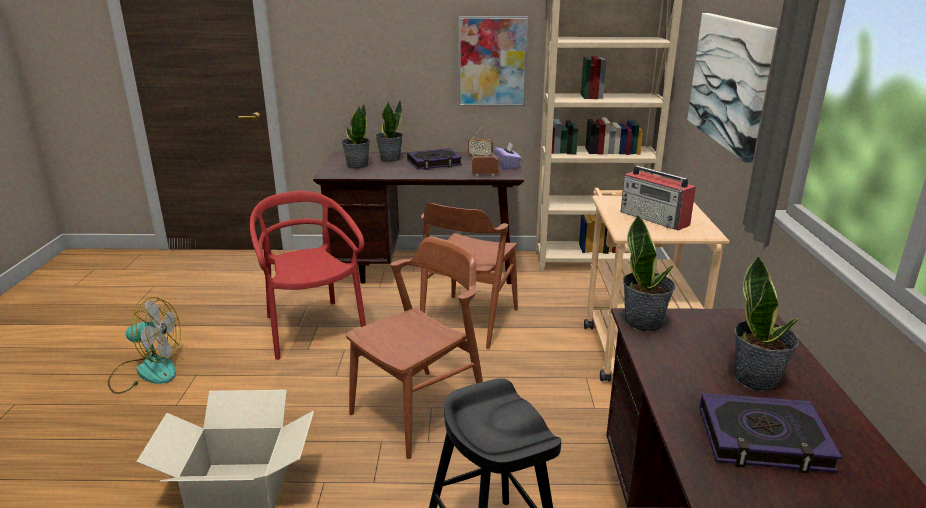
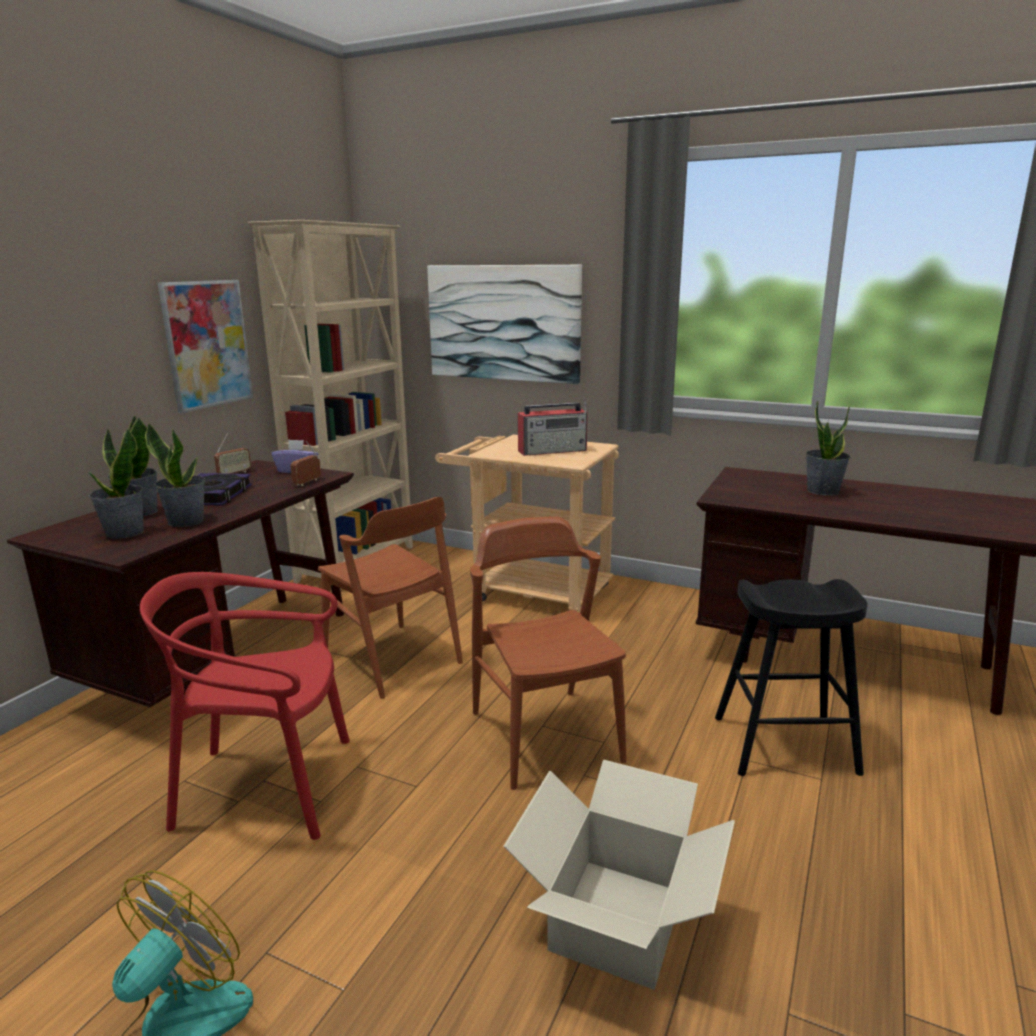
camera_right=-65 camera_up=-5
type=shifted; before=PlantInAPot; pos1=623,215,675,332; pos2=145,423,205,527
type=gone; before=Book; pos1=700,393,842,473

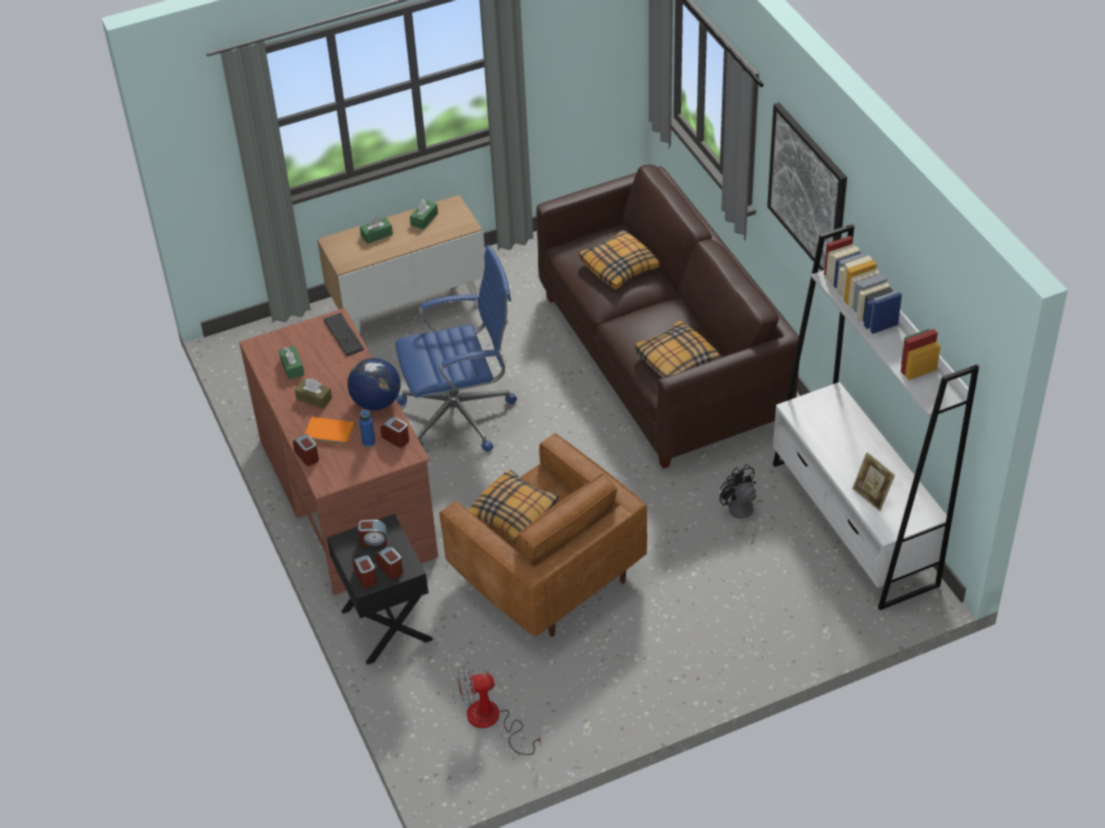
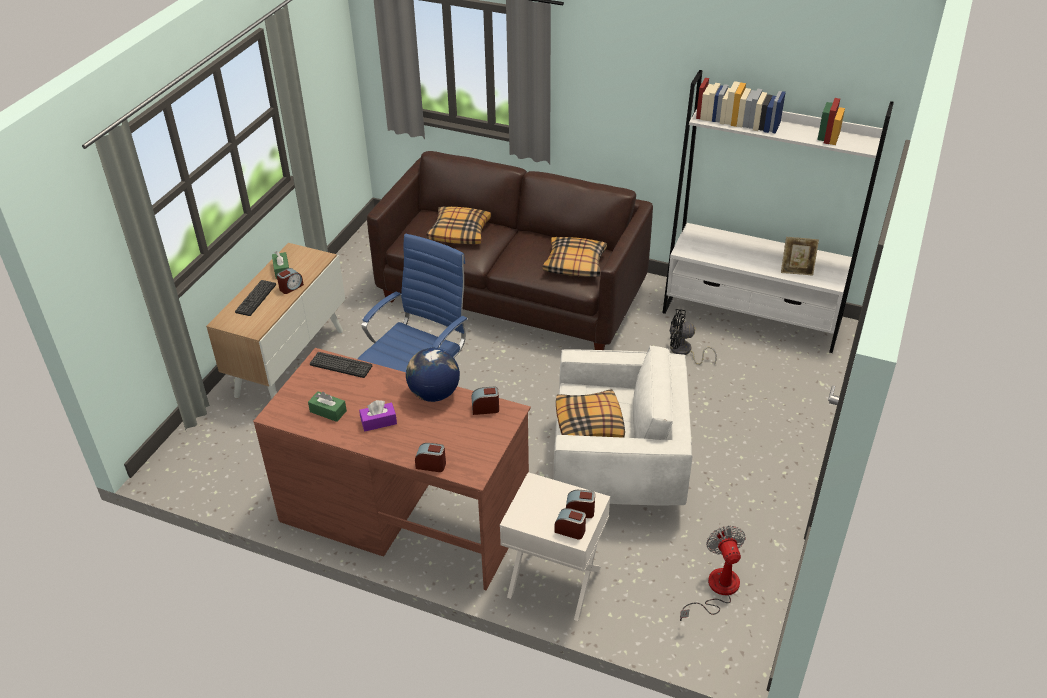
camera_right=-45 camera_up=-5
type=swapped; before=GreenishTissueHolder; after=Keyboard; pos1=360,216,393,244; pos2=235,280,276,316
type=shifted; before=TableClock; pos1=358,520,388,546; pos2=277,268,304,294
type=repainted; before=BrownColouredTissueHolder; after=PurpleColouredTissueHolder; pos1=295,378,332,409; pos2=359,400,397,432
type=repainted; before=BlackColouredBedsideTable; after=WhiteColouredBedsideTable; pos1=327,514,433,665; pos2=500,472,610,621
type=repainted; before=BrownColouredArmchair; after=WhiteColouredArmchair; pos1=440,433,647,637; pos2=554,345,692,505
type=rotated; before=CoolingFan; pos1=458,665,541,755; pos2=680,526,746,621; turn=135
type=gone; before=OrangeyBook; pos1=304,417,355,446
type=gone; before=BluishBeverageBottle; pos1=359,410,376,447
type=gone; before=Picture; pos1=767,103,847,271

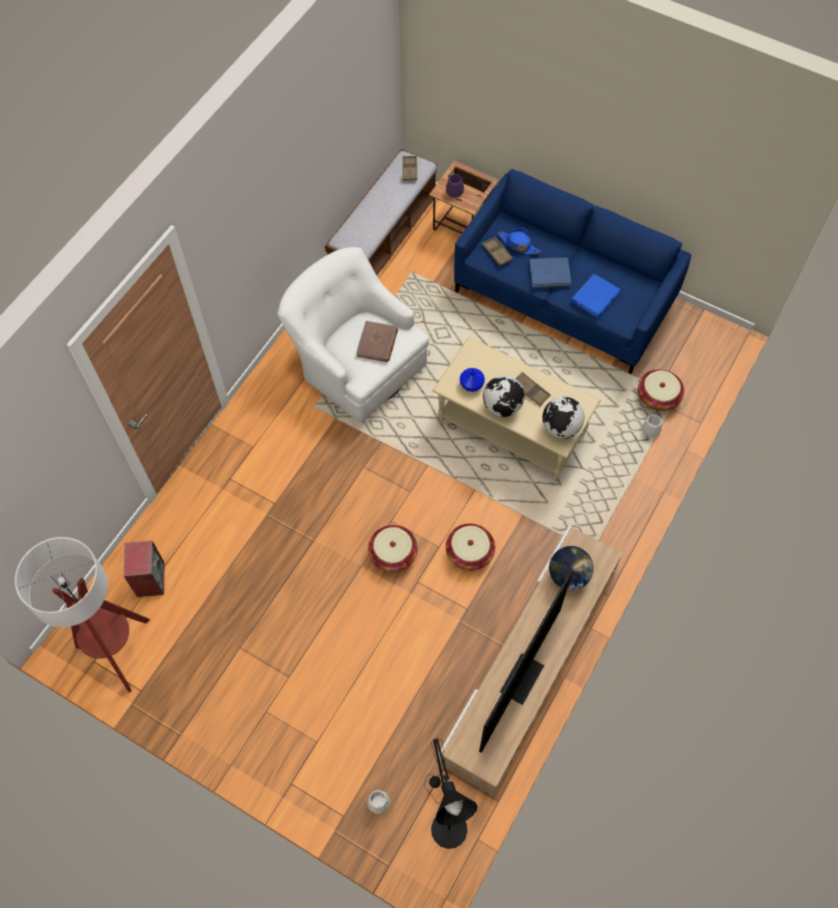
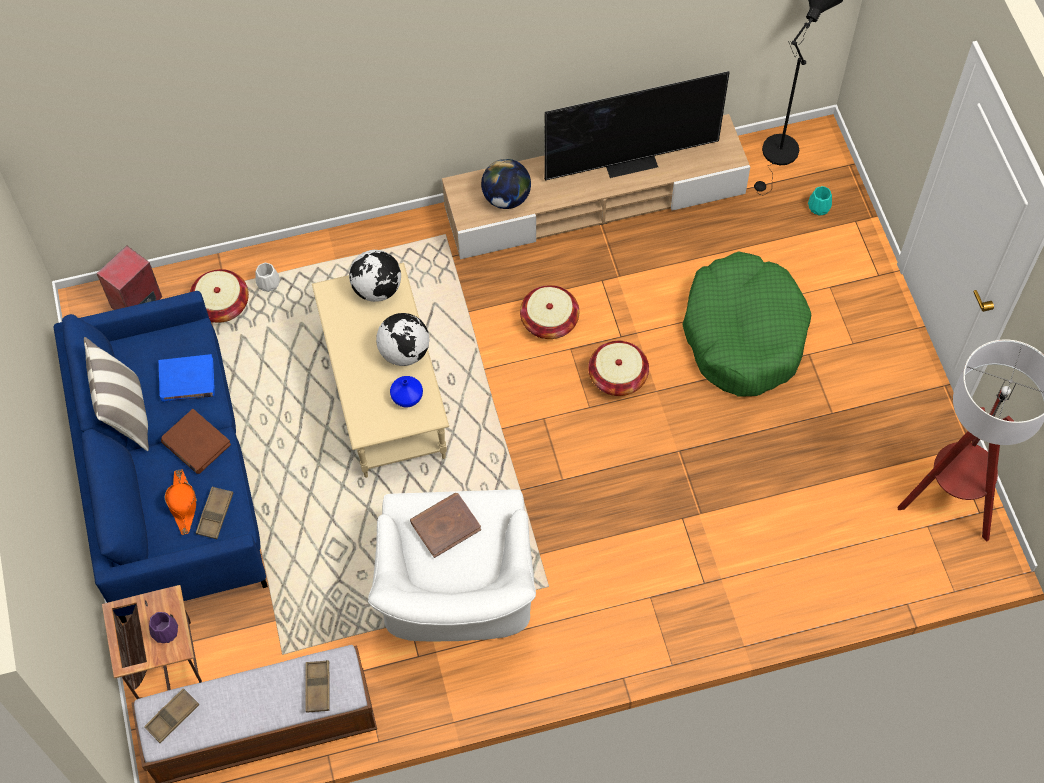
camera_right=-135 camera_up=0
type=new; after=Cushion; pos2=84,337,149,451
type=shifted; before=AudioSpeaker; pos1=124,541,164,597; pos2=97,245,162,310
type=repainted; before=BluishBook; after=BrownColouredBook; pos1=529,258,571,288; pos2=161,409,231,474
type=repainted; before=BluishHat; after=OrangeyHat; pos1=498,227,541,254; pos2=165,469,197,535
type=shifted; before=BrownColouredTray; pos1=516,372,551,406; pos2=305,660,330,713
type=new; after=GreenishPetBed; pos2=682,251,811,397
type=repainted; before=WhiteColouredDecorativeVase; after=TurquoiseDecorativeVase; pos1=367,790,390,814; pos2=808,186,832,216

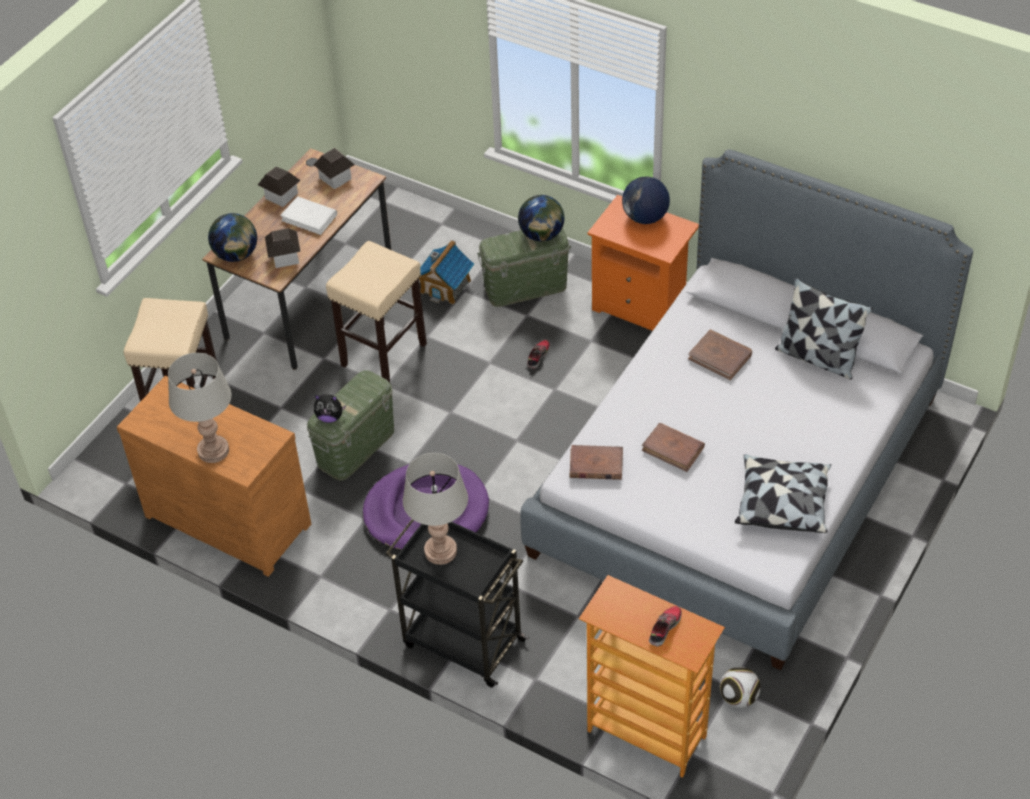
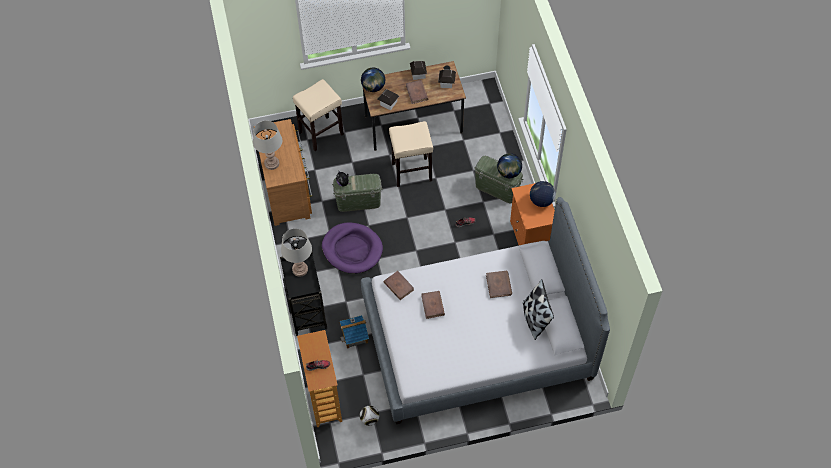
camera_right=45 camera_up=10
type=shifted; before=ModelHouse; pos1=419,240,474,304; pos2=340,315,369,348
type=repainted; before=WhiteColouredBook; after=BrownColouredBook; pos1=280,196,337,235; pos2=406,80,428,104
type=gone; before=Cushion; pos1=735,454,831,533

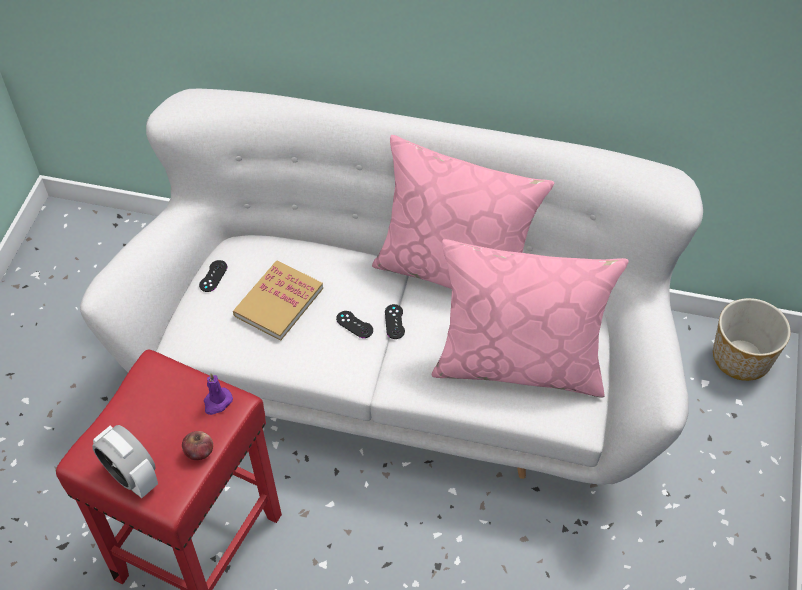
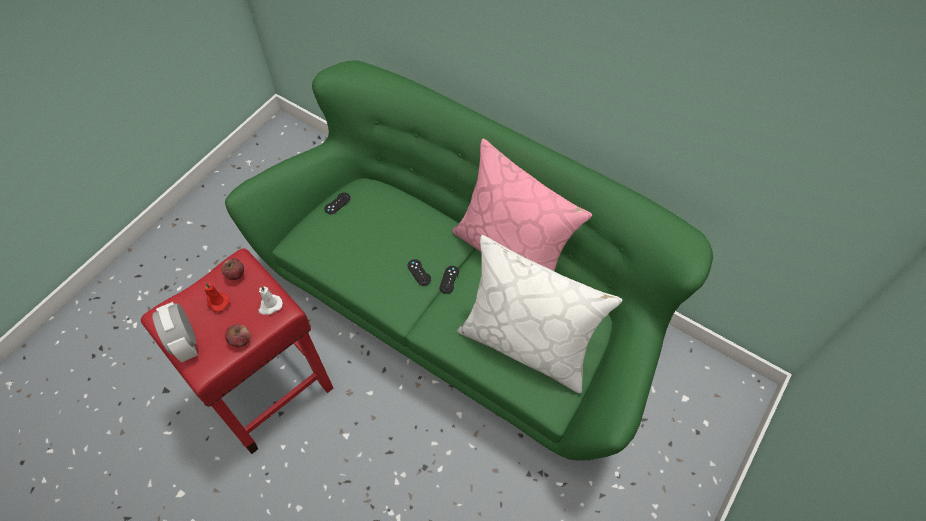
camera_right=20 camera_up=5
type=new; after=ReddishWaxLight; pos2=204,282,230,312
type=new; after=WholeApple; pos2=221,258,244,280
type=repainted; before=WhiteColouredSofa; after=GreenishSofa; pos1=80,89,703,485; pos2=225,60,713,461
type=repainted; before=PurpleColouredWaxLight; after=WhiteColouredWaxLight; pos1=204,373,233,415; pos2=258,285,283,315
type=repainted; before=PinkColouredCushion; after=WhiteColouredCushion; pos1=431,239,629,397; pos2=457,235,622,394
type=gone; before=Book; pos1=233,260,323,341
type=gone; before=Planter; pos1=713,298,791,381

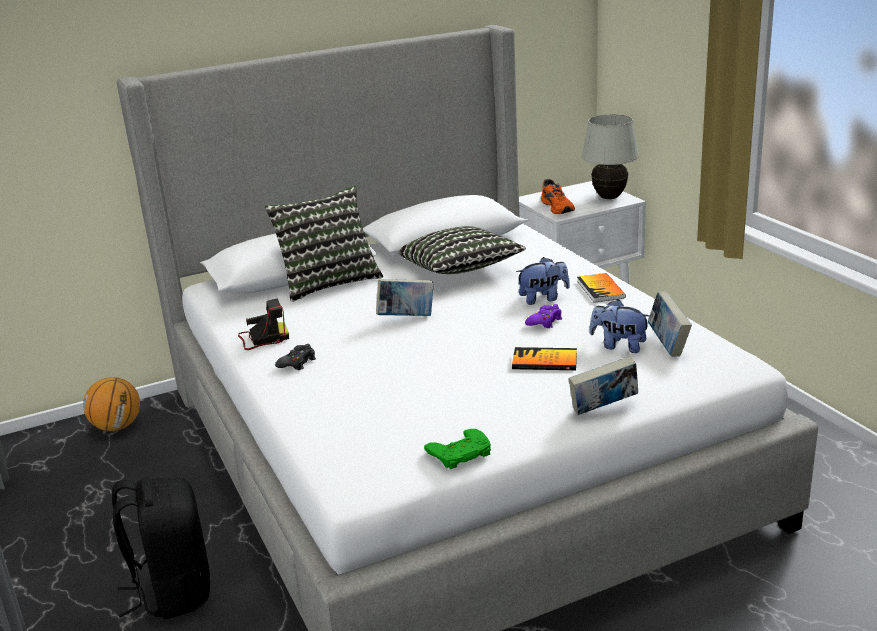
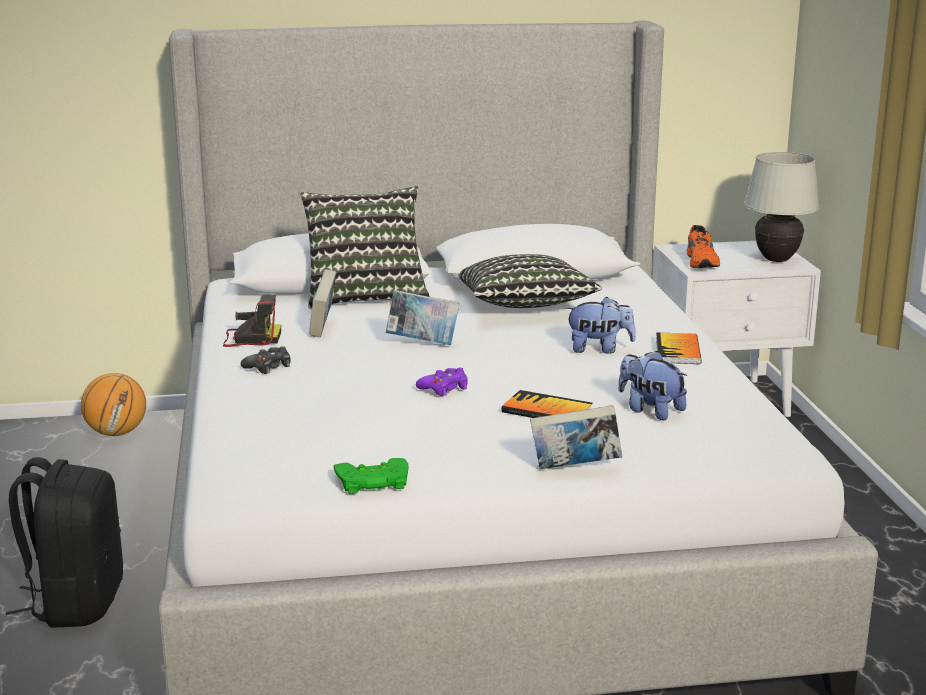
camera_right=15 camera_up=-5
type=shifted; before=Book; pos1=648,291,692,357; pos2=309,269,337,337
type=shifted; before=PurpleColouredGameController; pos1=525,304,562,328; pos2=416,368,468,396

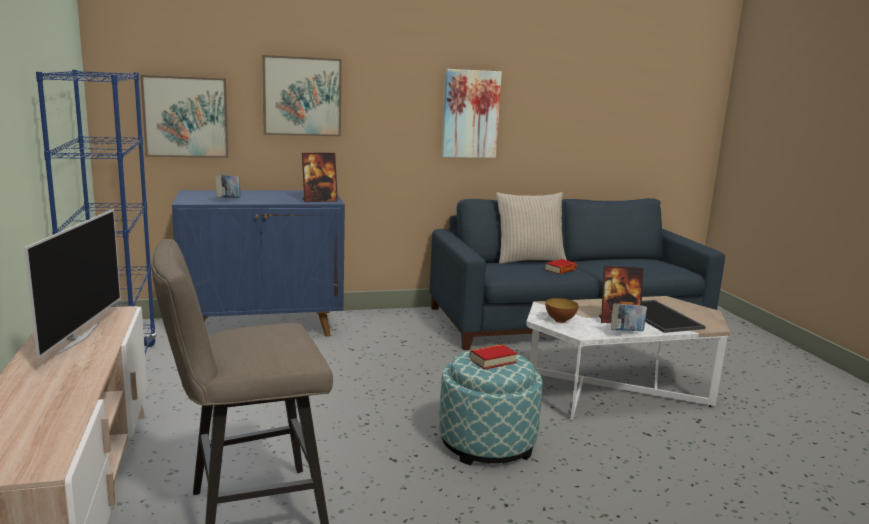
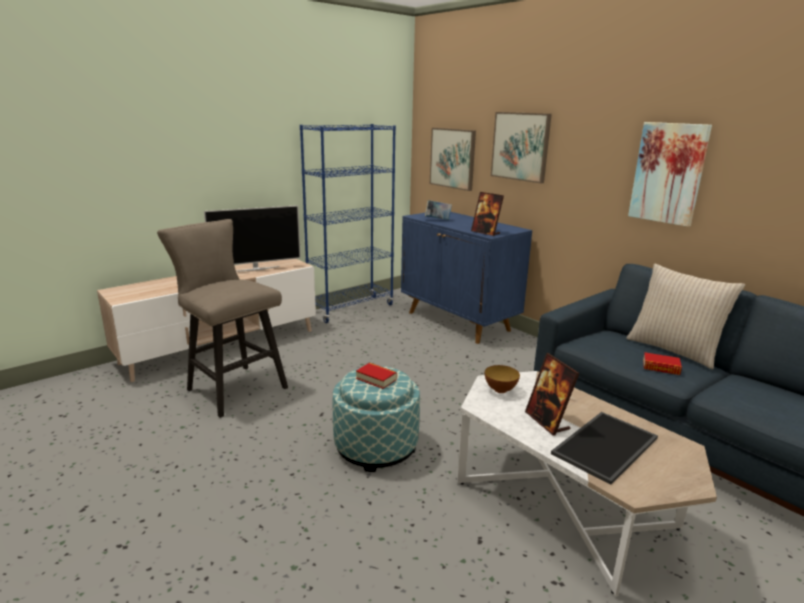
camera_right=65 camera_up=5
type=gone; before=Book; pos1=611,304,647,331

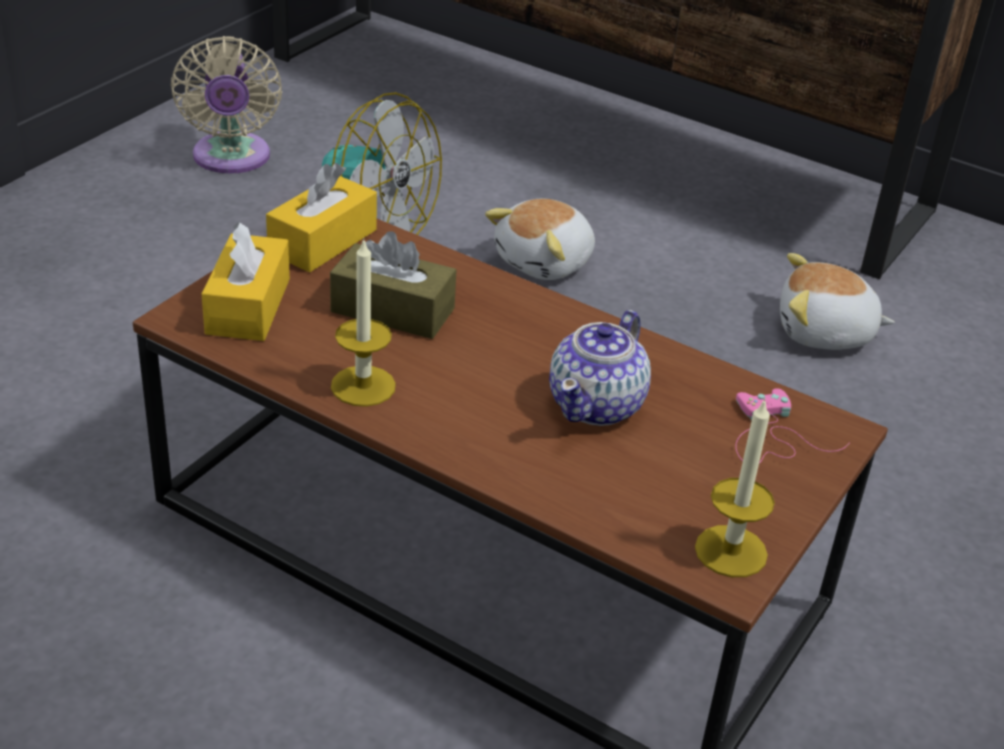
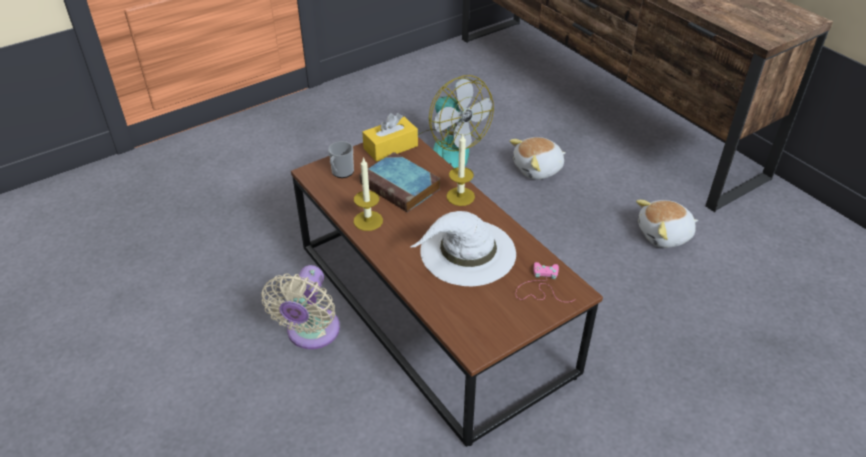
camera_right=25 camera_up=5
type=shifted; before=BeigeCoolingFan; pos1=171,36,282,173; pos2=261,265,340,349
type=swapped; before=YellowColouredTissueHolder; after=TeaMug; pos1=202,222,290,341; pos2=328,141,354,178
type=swapped; before=BrownColouredTissueHolder; after=Book; pos1=330,231,456,339; pos2=360,152,441,213
type=swapped; before=Teapot; after=WhiteColouredHat; pos1=549,310,651,426; pos2=410,211,516,286
type=shifted; before=WaxLight; pos1=695,398,775,577; pos2=446,133,475,206
type=rotated; before=SoftToy; pos1=780,253,895,350; pos2=636,200,698,248; turn=-45

